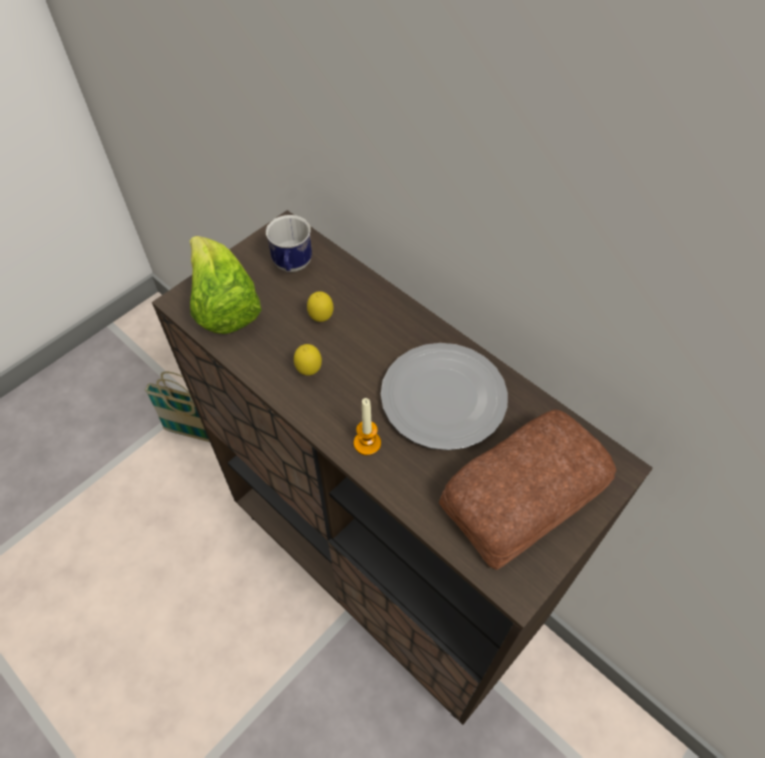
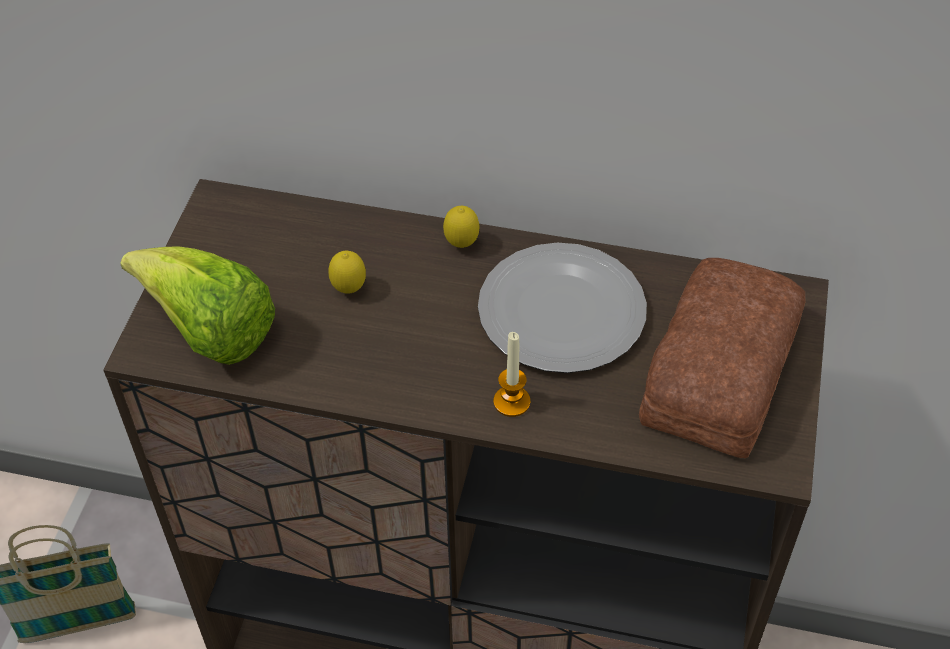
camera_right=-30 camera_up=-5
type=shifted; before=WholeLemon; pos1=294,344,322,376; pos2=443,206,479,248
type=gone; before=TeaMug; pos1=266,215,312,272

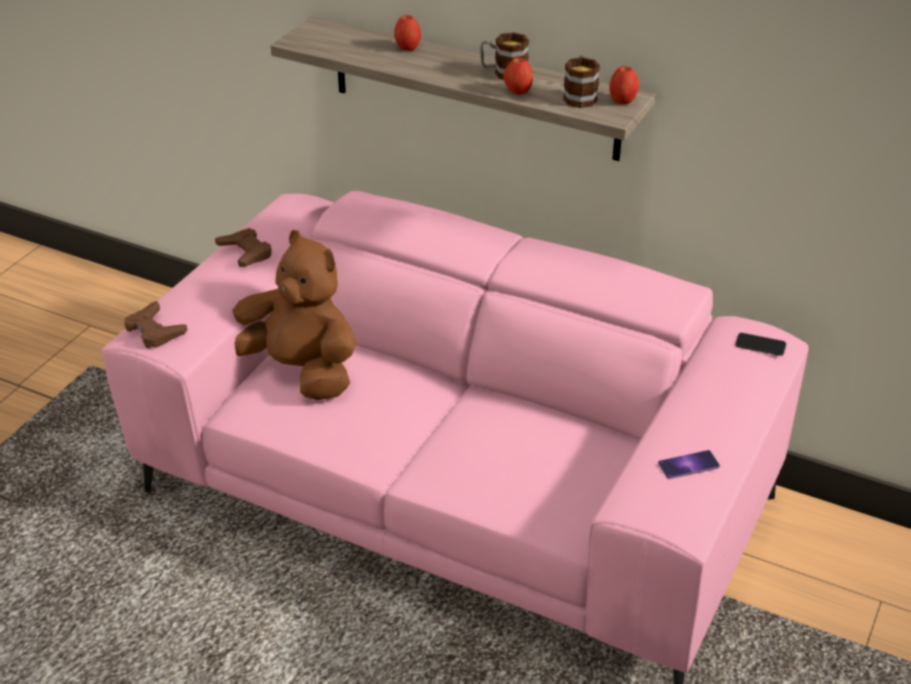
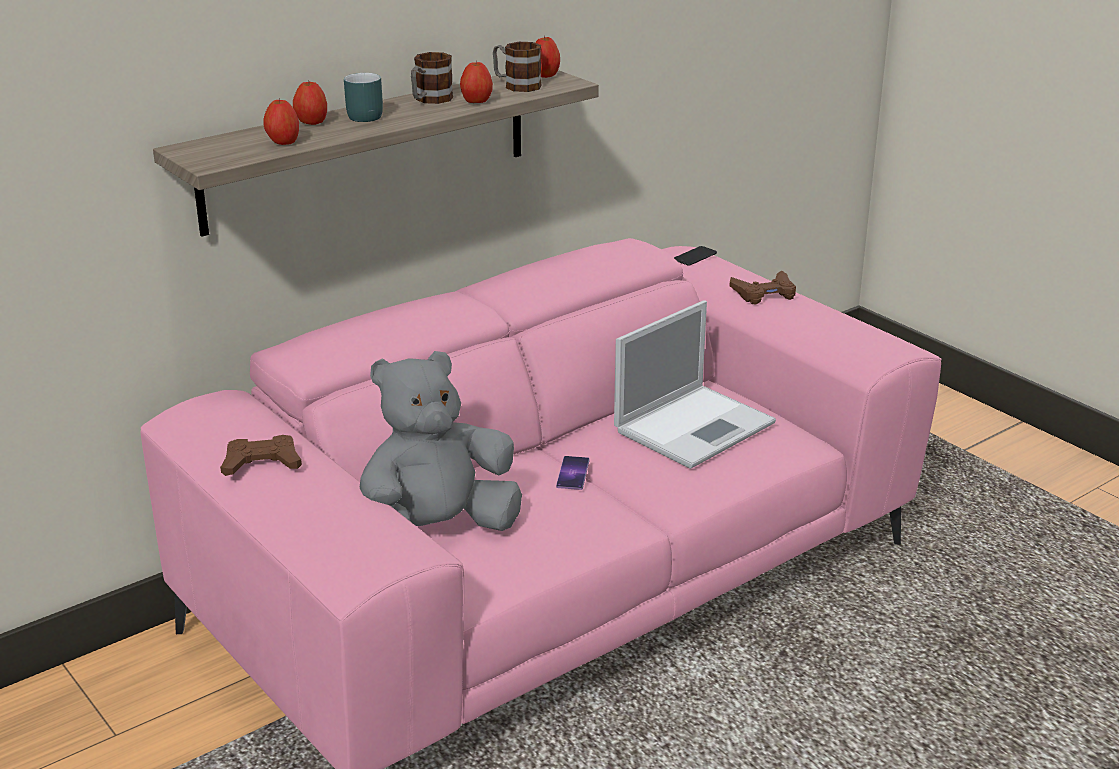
camera_right=-65 camera_up=-10
type=new; after=WholeApple; pos2=263,99,299,145
type=new; after=TurquoiseTeaMug; pos2=344,73,383,122
type=repainted; before=BrownColouredSoftToy; after=GreySoftToy; pos1=232,230,356,400; pos2=360,351,522,531
type=shifted; before=Handset; pos1=658,450,720,479; pos2=556,456,590,490
type=new; after=PortableComputer; pos2=614,300,776,469
type=shifted; before=BrownColouredGameController; pos1=124,301,187,349; pos2=729,271,796,304

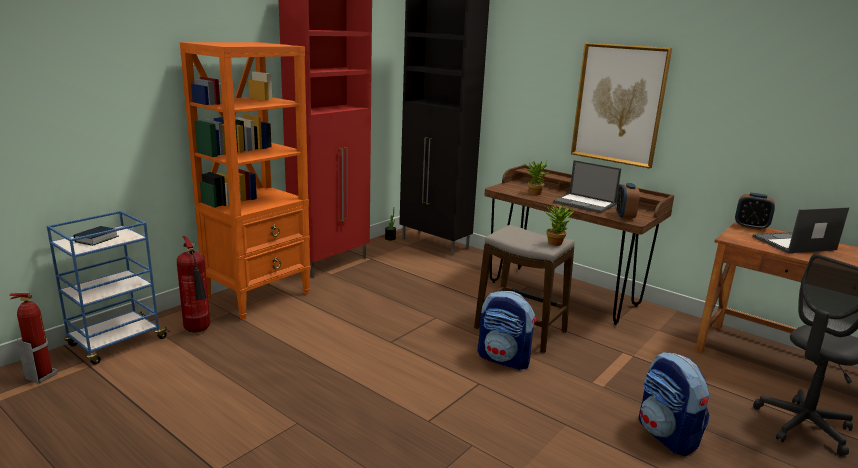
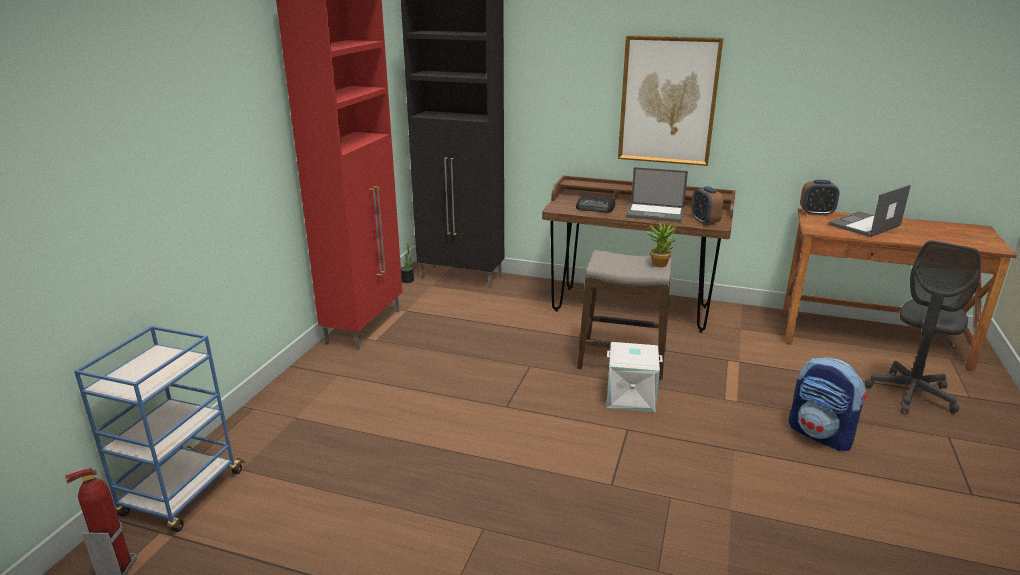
camera_right=-20 camera_up=5
type=swapped; before=PlantInAPot; after=RadioReceiver; pos1=524,161,550,195; pos2=576,195,615,212
type=swapped; before=Rucksack; after=WhiteColouredStorageBin; pos1=478,291,537,370; pos2=607,342,663,412
type=gone; before=Book; pos1=74,226,119,246
type=gone; before=FireFightingCylinder; pos1=177,236,210,332
type=gone; before=OrangeyBookcase; pos1=180,42,311,320

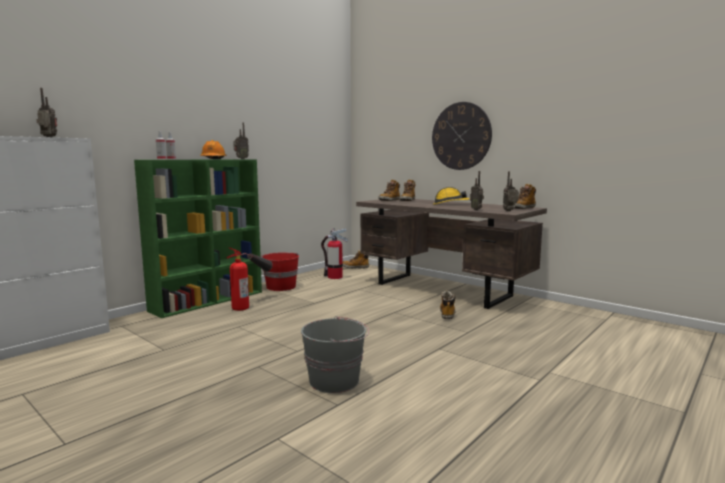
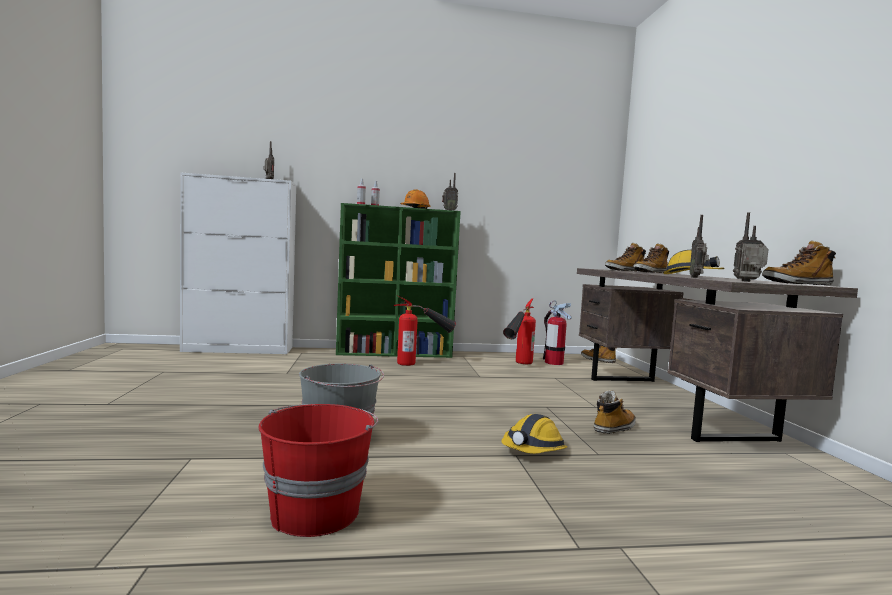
camera_right=40 camera_up=-5
type=shifted; before=ReddishBucket; pos1=261,252,299,291; pos2=259,404,378,537
type=new; after=HardHat; pos2=501,414,567,454
type=new; after=FireFightingCylinder; pos2=503,298,536,364
type=gone; before=HangingClock; pos1=432,102,492,170

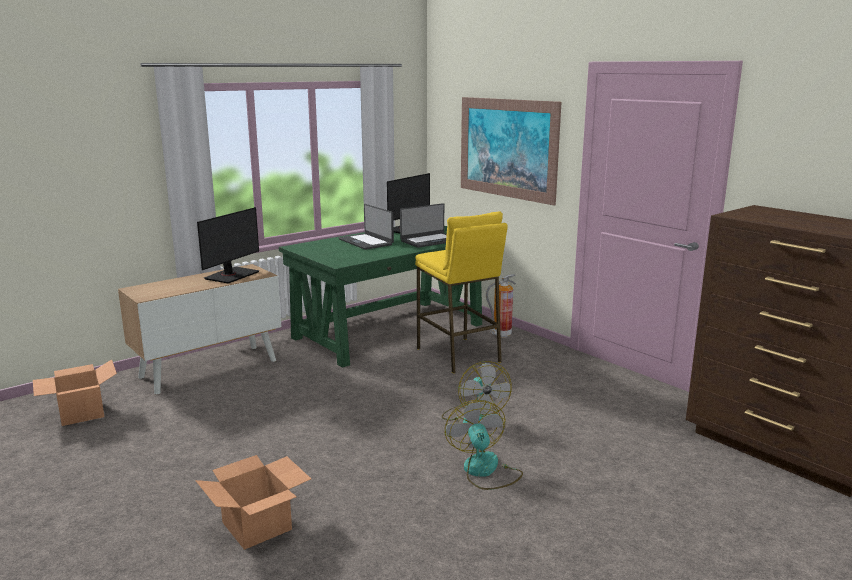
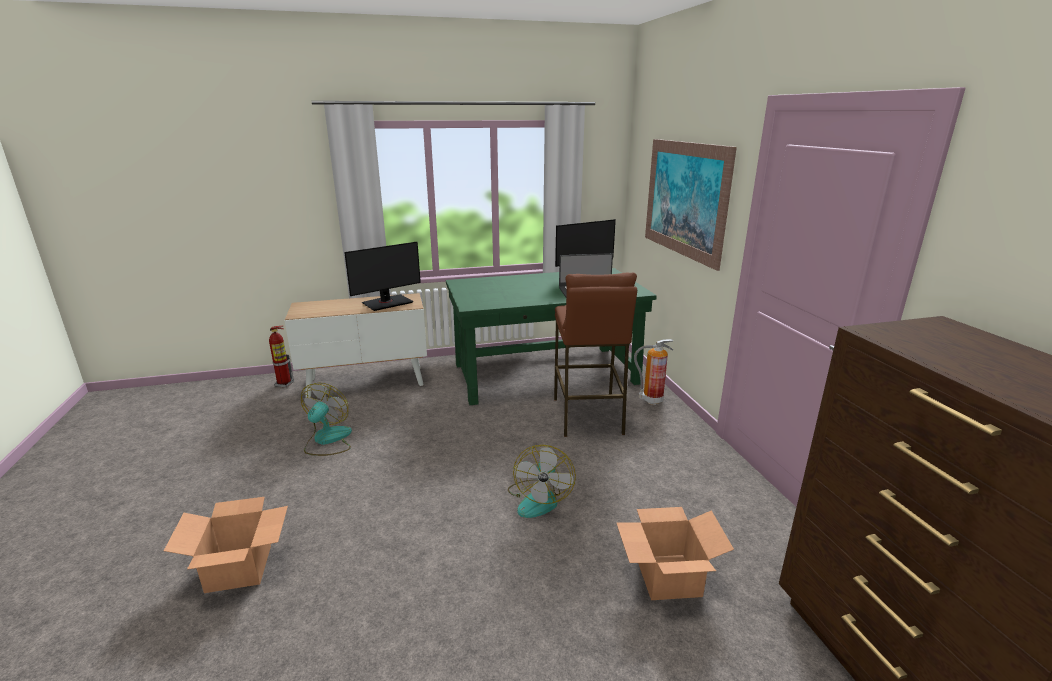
camera_right=25 camera_up=5
type=new; after=FireFightingCylinder; pos2=269,326,294,388
type=shifted; before=CoolingFan; pos1=445,400,523,490; pos2=301,383,352,456
type=repainted; before=YellowColouredStoolSeat; after=BrownColouredStoolSeat; pos1=415,211,508,373; pos2=554,272,637,437
type=shifted; before=Carton; pos1=33,359,117,426; pos2=616,507,734,600
type=gone; before=PortableComputer; pos1=339,204,394,250

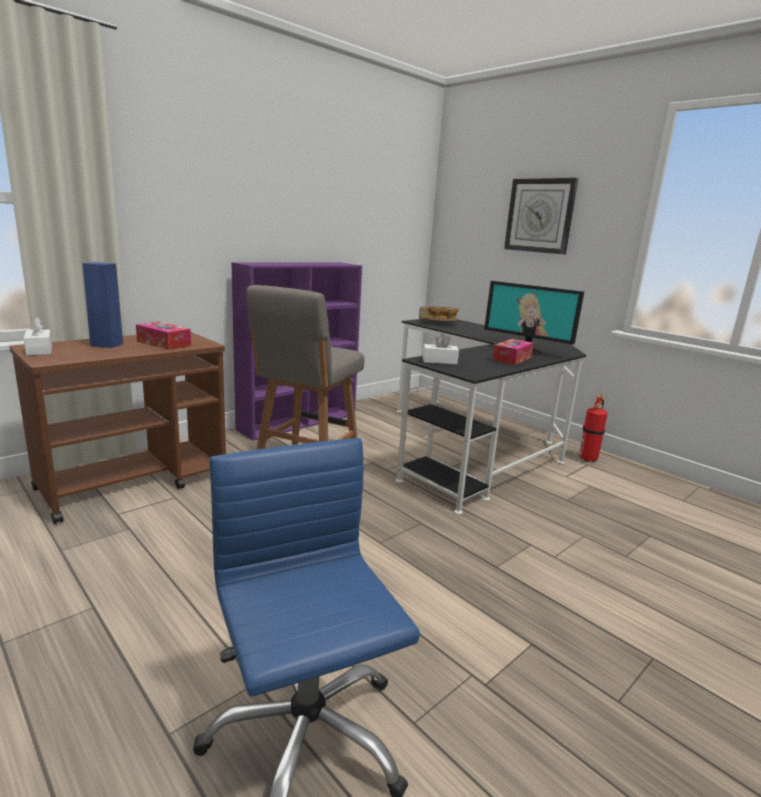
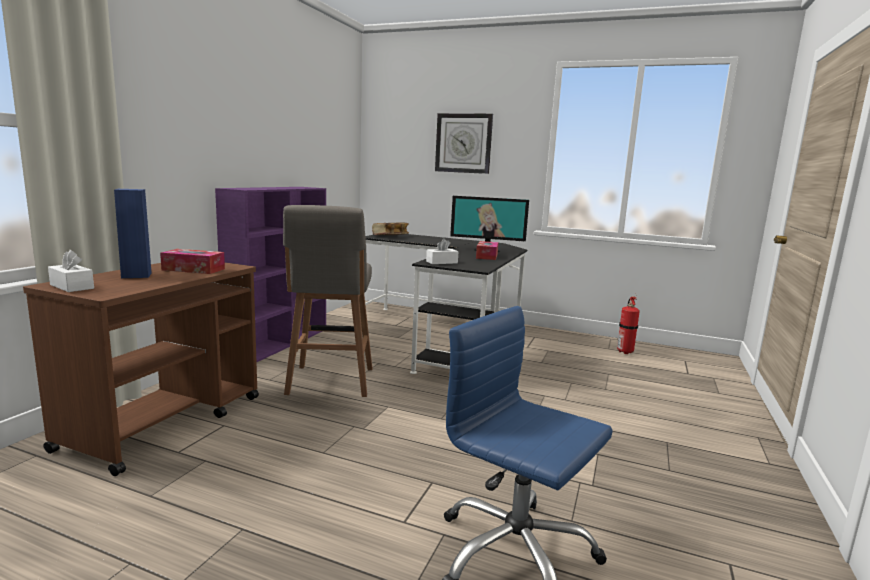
camera_right=-25 camera_up=-5
type=shifted; before=FireFightingCylinder; pos1=579,392,608,462; pos2=617,296,640,354

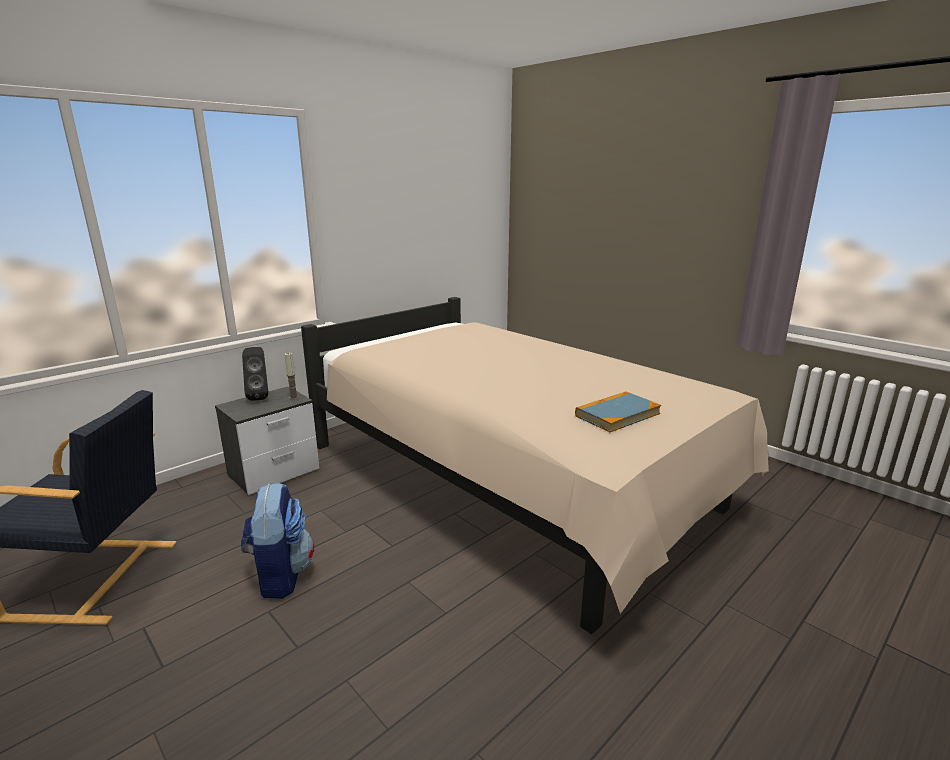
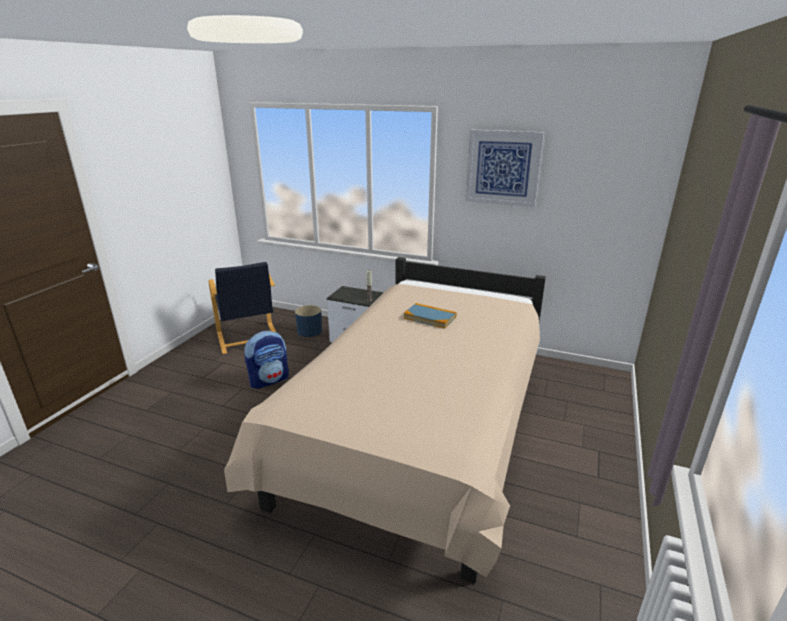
camera_right=65 camera_up=5
type=new; after=BluishPlanter; pos2=295,305,322,337
type=shifted; before=Book; pos1=575,392,661,432; pos2=403,303,456,329
type=new; after=Picture; pos2=466,129,544,207
type=gone; before=BlackColouredAudioSpeaker; pos1=242,347,268,401

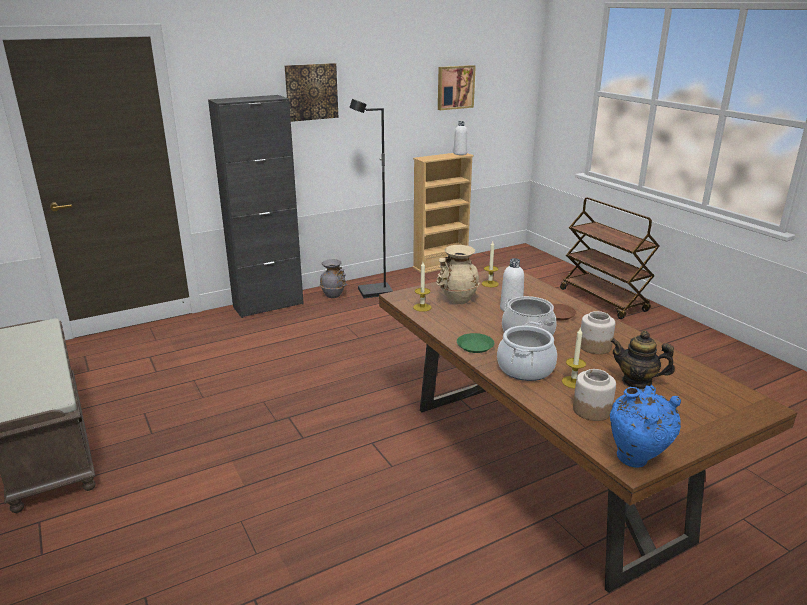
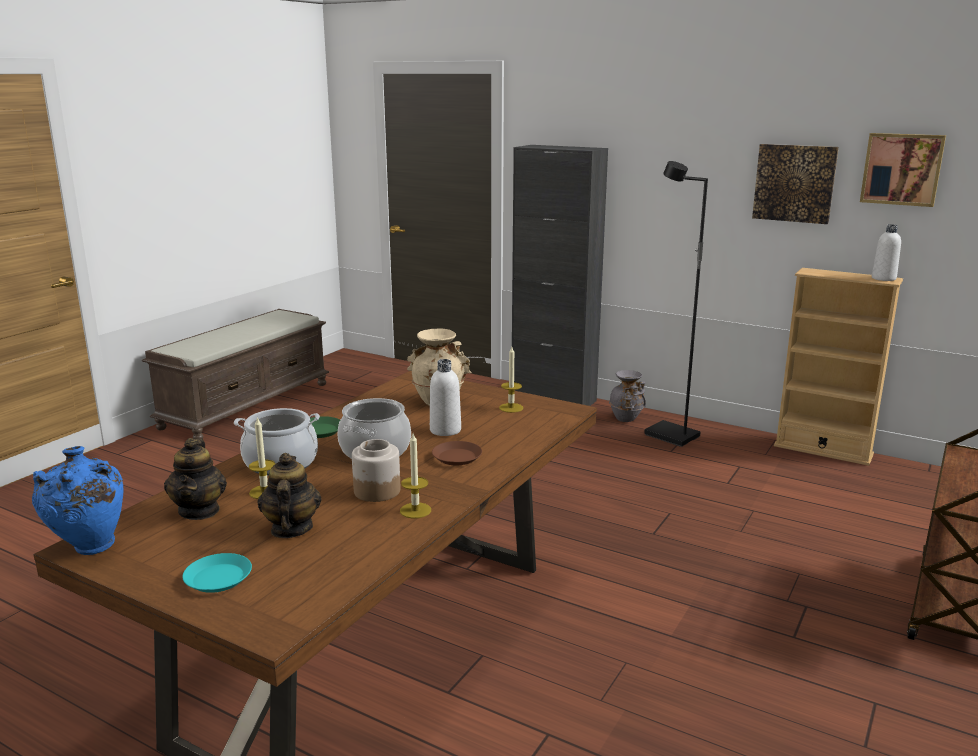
camera_right=60 camera_up=-5
type=swapped; before=PreserveJar; after=Teapot; pos1=573,369,616,421; pos2=164,438,227,520
type=new; after=TurquoisePlate; pos2=182,553,252,593
type=shifted; before=WaxLight; pos1=413,262,431,312; pos2=400,433,431,519
type=shifted; before=Picture; pos1=285,63,338,122; pos2=752,144,839,224

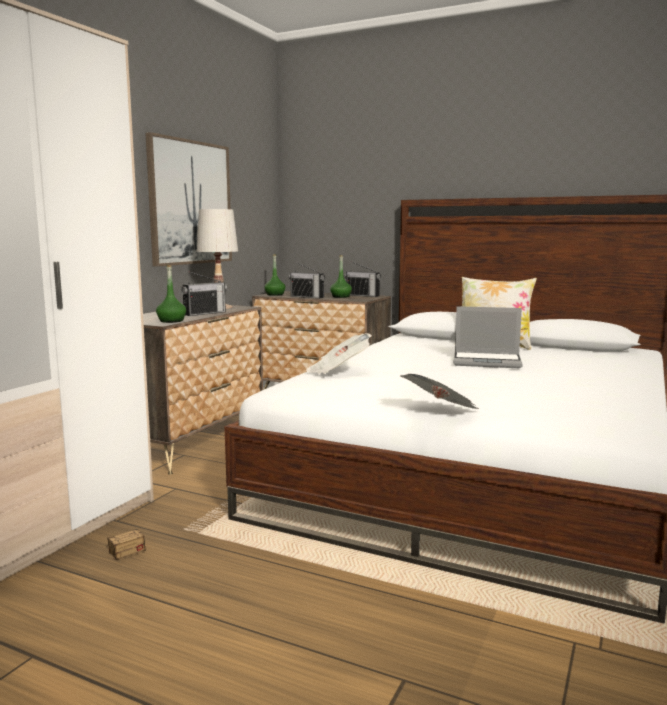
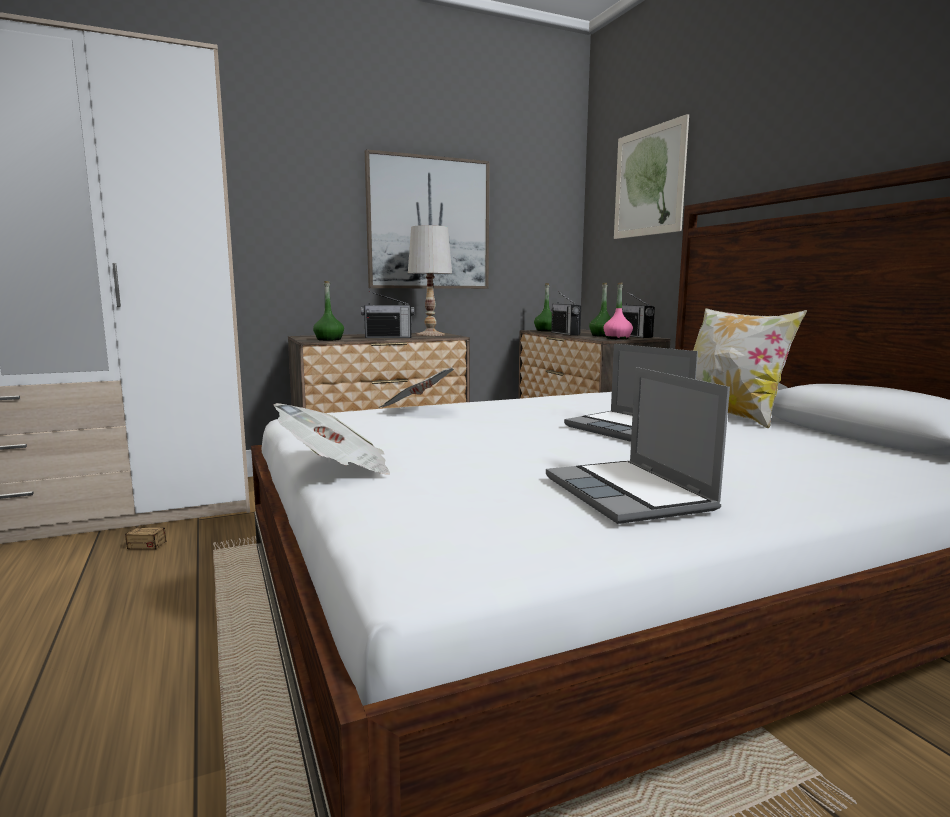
camera_right=40 camera_up=0
type=new; after=PortableComputer; pos2=546,367,730,524
type=new; after=PinkColouredBeverageBottle; pos2=603,282,633,339
type=new; after=Picture; pos2=614,114,689,239

